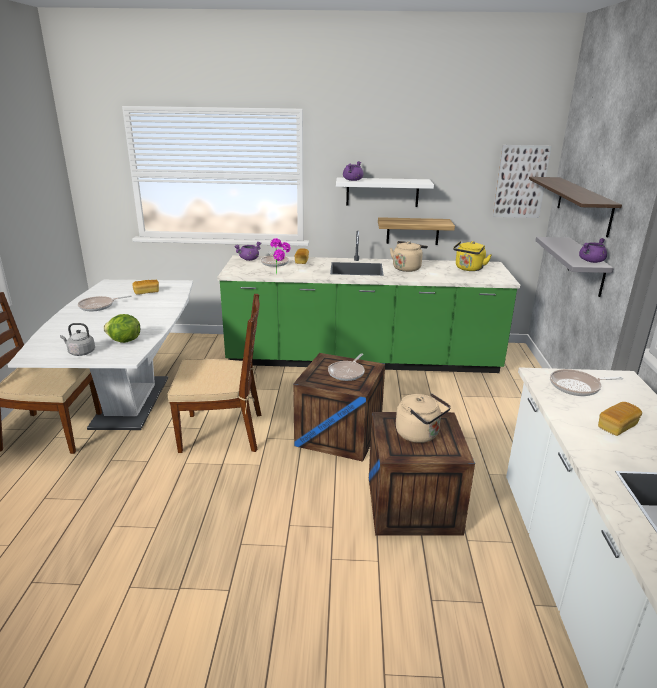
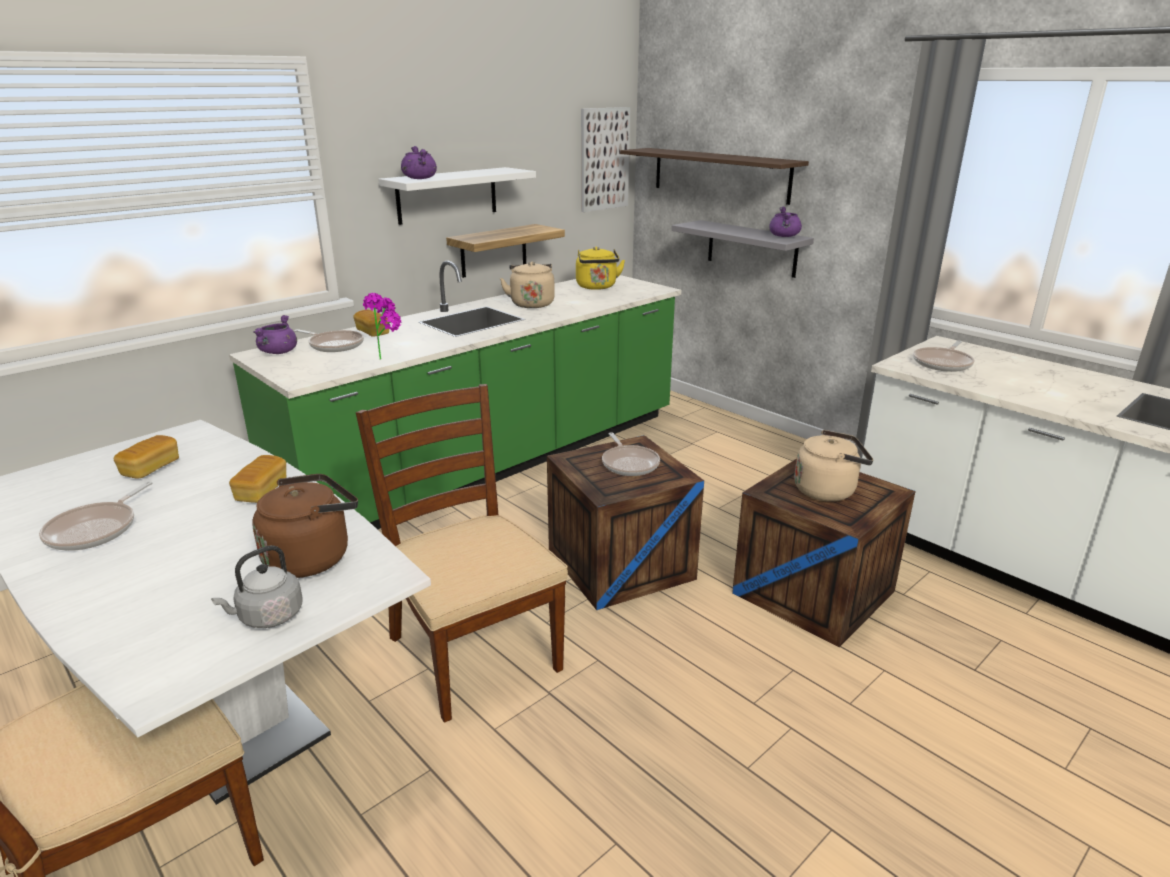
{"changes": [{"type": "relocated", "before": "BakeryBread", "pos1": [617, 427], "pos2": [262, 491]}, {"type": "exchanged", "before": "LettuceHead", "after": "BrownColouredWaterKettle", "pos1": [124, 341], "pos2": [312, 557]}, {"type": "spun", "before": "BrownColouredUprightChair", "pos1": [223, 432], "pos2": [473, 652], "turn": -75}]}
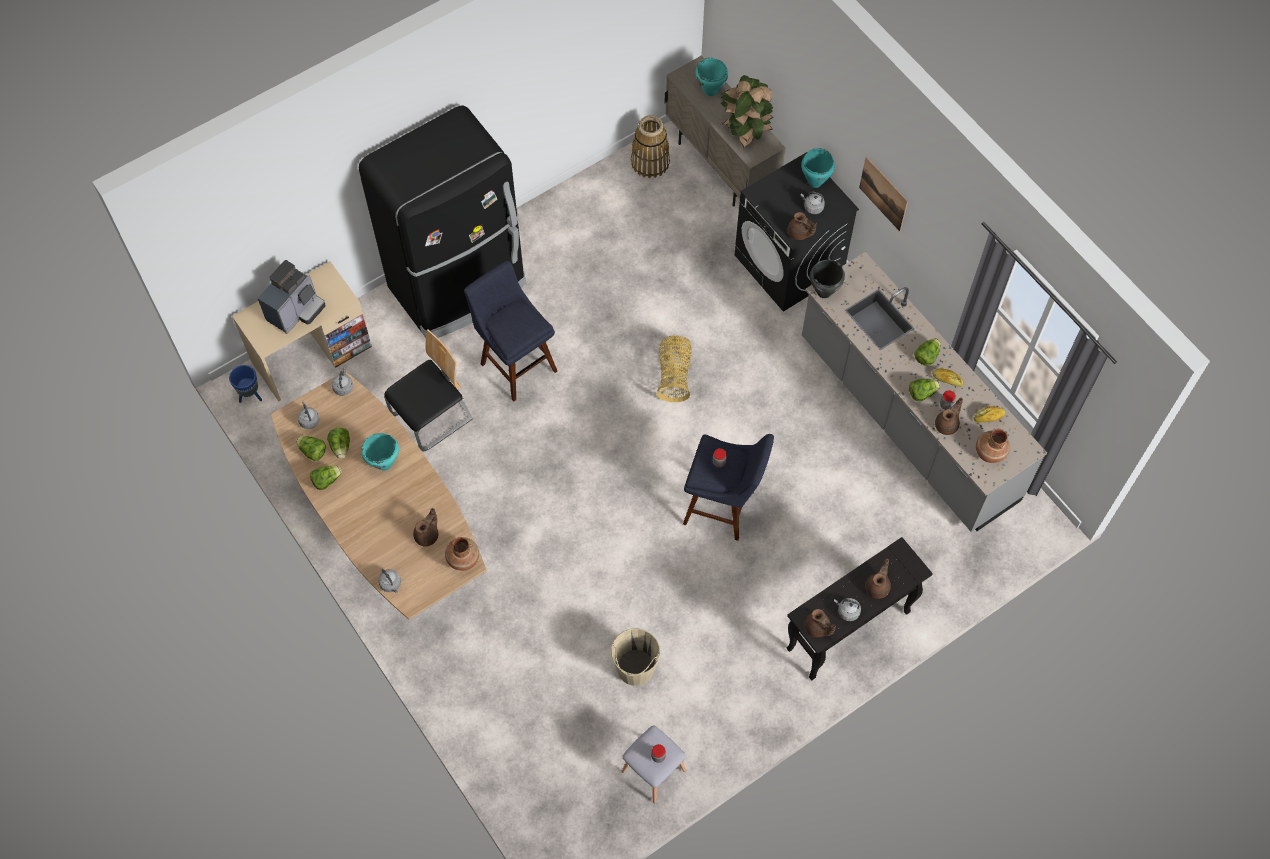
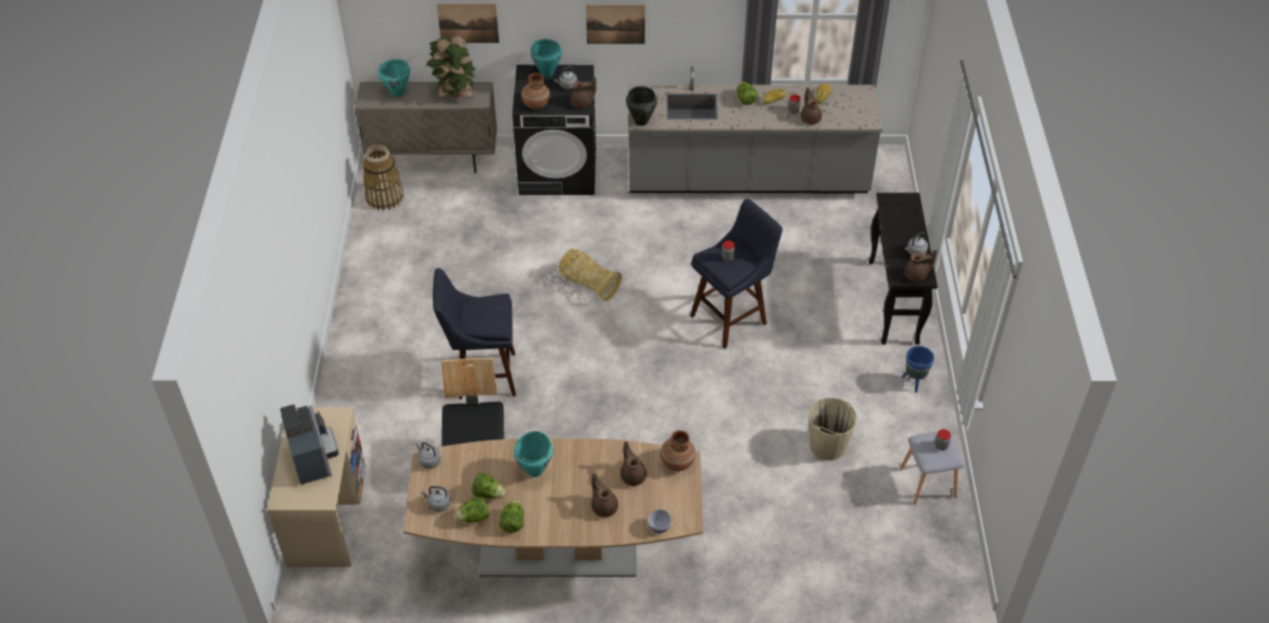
{"changes": [{"type": "missing", "before": "BlackFridge", "pos1": [459, 287]}, {"type": "missing", "before": "LettuceHead", "pos1": [922, 393]}, {"type": "appeared", "after": "WallPicture", "pos2": [468, 23]}, {"type": "relocated", "before": "BluishFlowerPot", "pos1": [250, 396], "pos2": [914, 382]}, {"type": "relocated", "before": "BrownColouredTeaPot", "pos1": [878, 587], "pos2": [604, 506]}, {"type": "relocated", "before": "BrownColouredFlowerVase", "pos1": [989, 452], "pos2": [535, 104]}, {"type": "exchanged", "before": "GreyishWaterKettle", "after": "Bowl", "pos1": [391, 584], "pos2": [659, 527]}]}
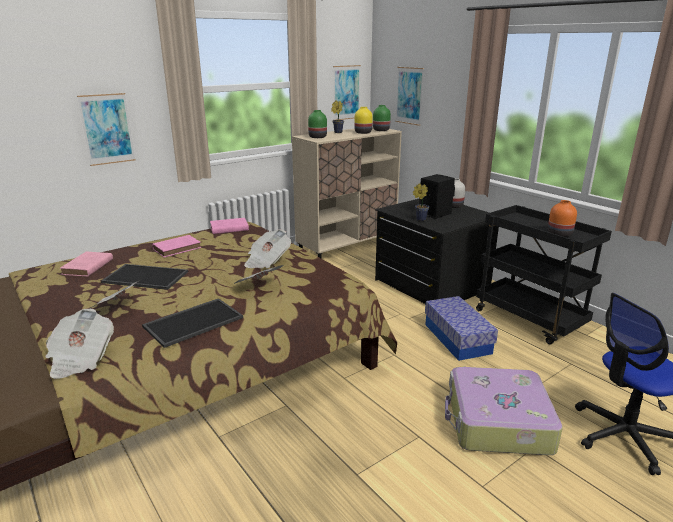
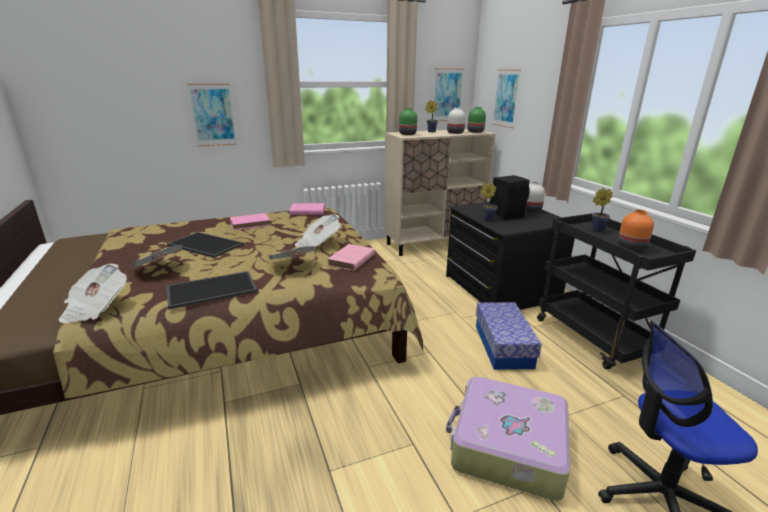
{"changes": [{"type": "appeared", "after": "PottedPlant", "pos2": [596, 230]}, {"type": "relocated", "before": "PinkBoundBook", "pos1": [87, 267], "pos2": [350, 260]}, {"type": "colour", "before": "YellowishFlowerVase", "after": "WhiteFlowerVase", "pos1": [362, 132], "pos2": [455, 133]}]}
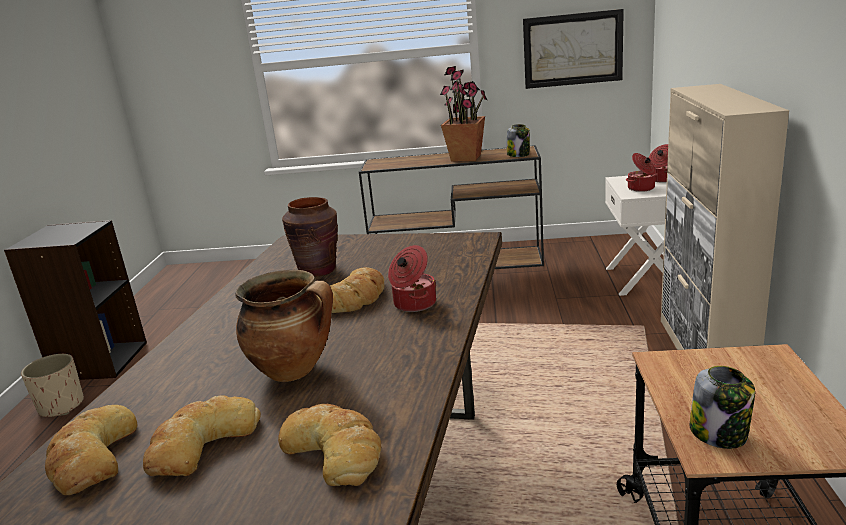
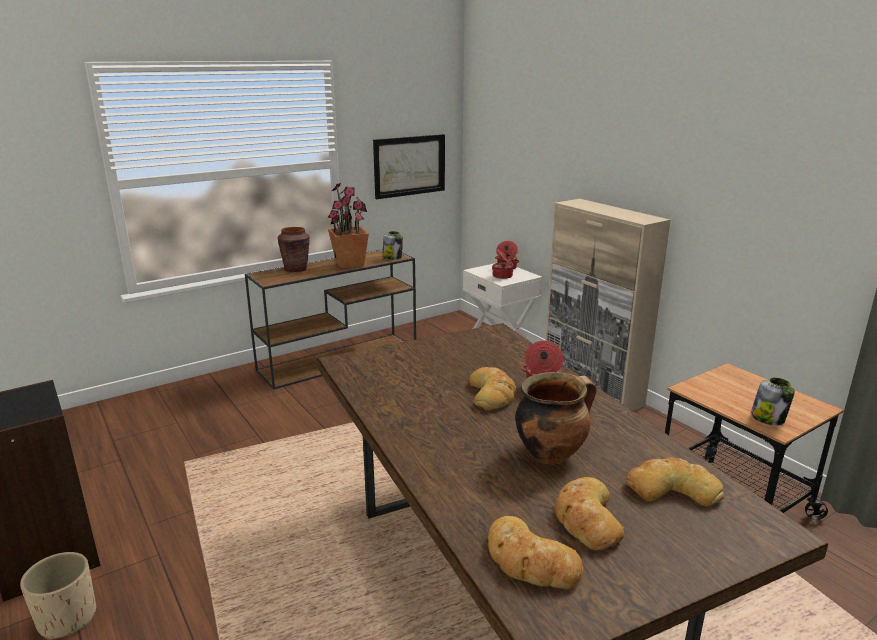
{"changes": [{"type": "relocated", "before": "BrownColouredFlowerVase", "pos1": [318, 270], "pos2": [296, 269]}]}
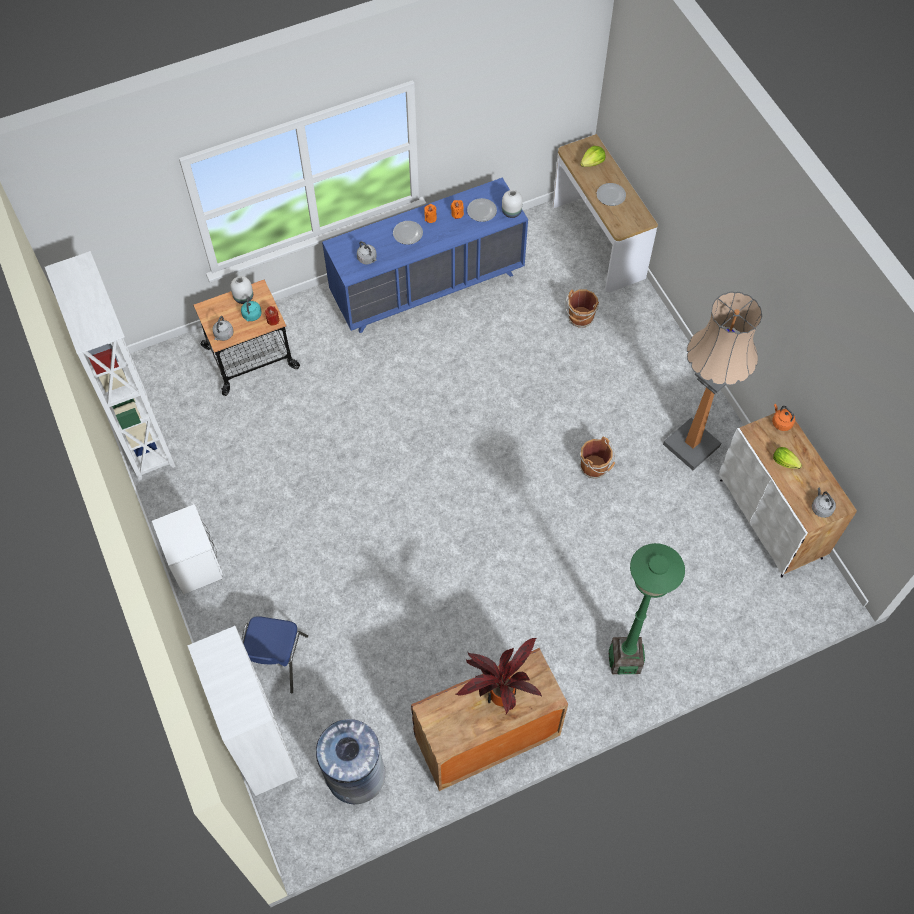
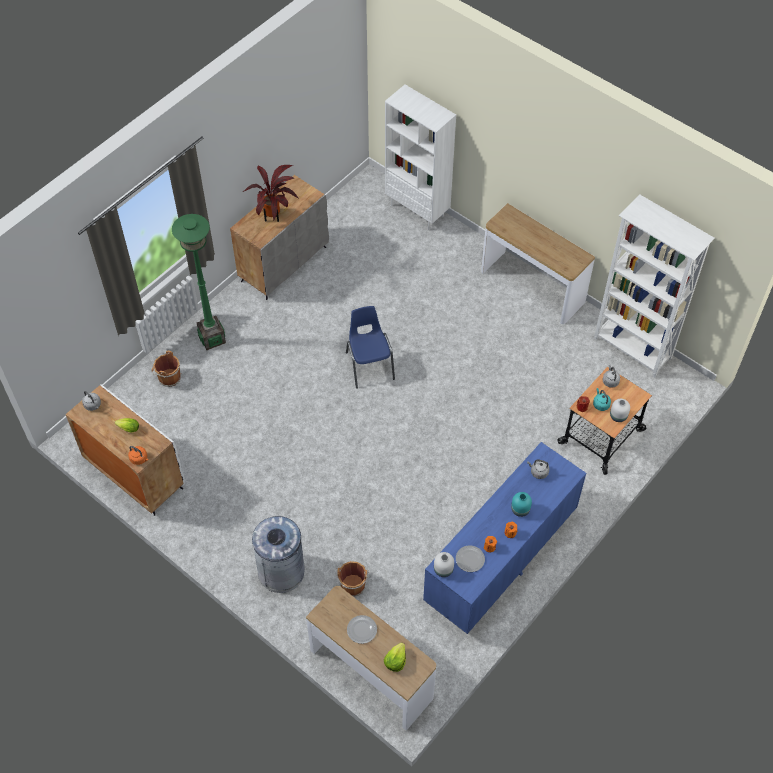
{"changes": [{"type": "missing", "before": "StandingLamp", "pos1": [691, 445]}, {"type": "relocated", "before": "BluishUprightChair", "pos1": [274, 661], "pos2": [369, 365]}, {"type": "relocated", "before": "GreyishRubbishBin", "pos1": [355, 775], "pos2": [281, 571]}, {"type": "relocated", "before": "BrownColouredPail", "pos1": [595, 467], "pos2": [168, 378]}, {"type": "exchanged", "before": "WhiteNightTable", "after": "NarrowTable", "pos1": [195, 563], "pos2": [532, 287]}, {"type": "exchanged", "before": "DinnerPlate", "after": "TurquoiseFlowerVase", "pos1": [407, 233], "pos2": [520, 510]}, {"type": "colour", "before": "BrownColouredCupboard", "after": "GreyishCupboard", "pos1": [486, 740], "pos2": [284, 263]}]}
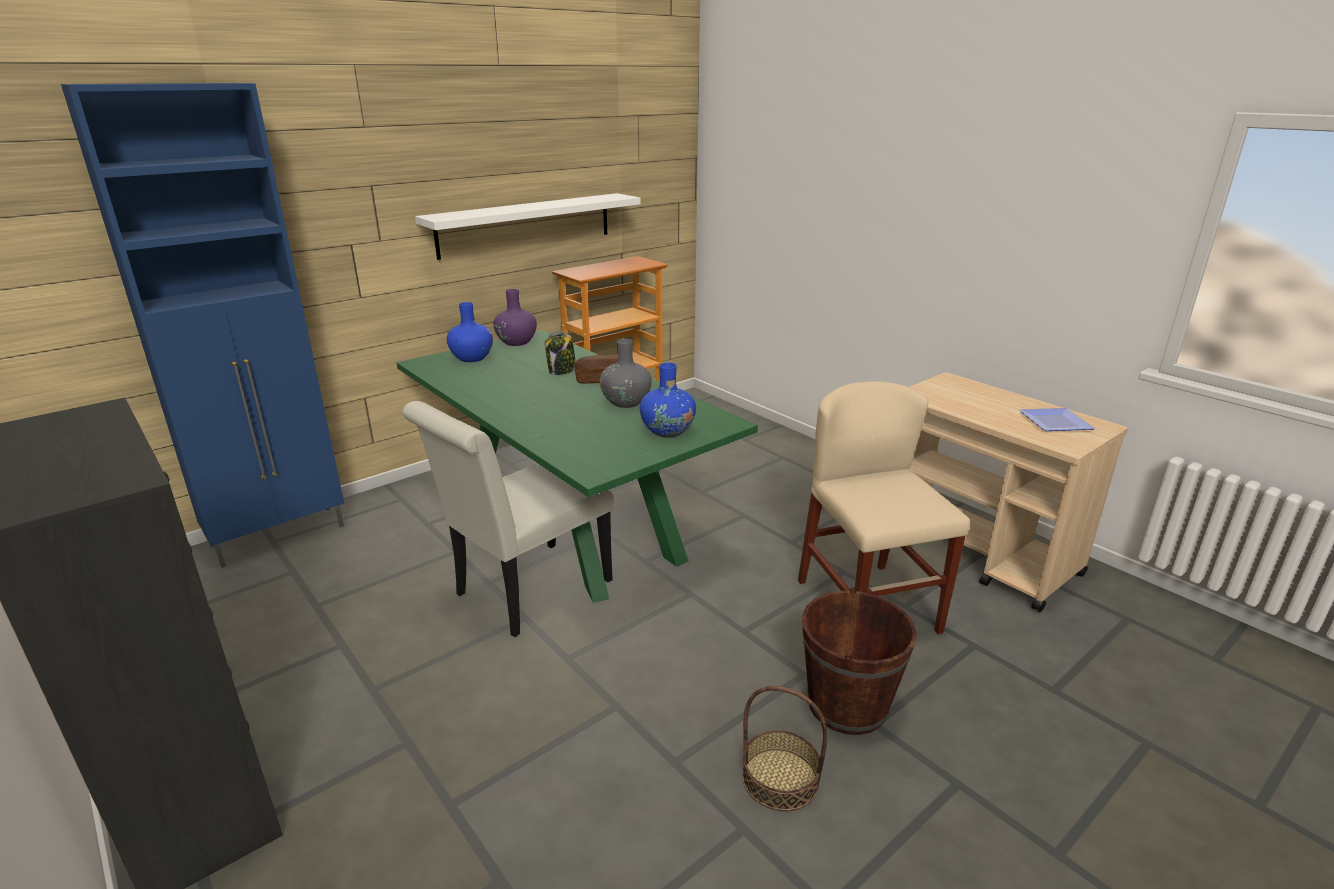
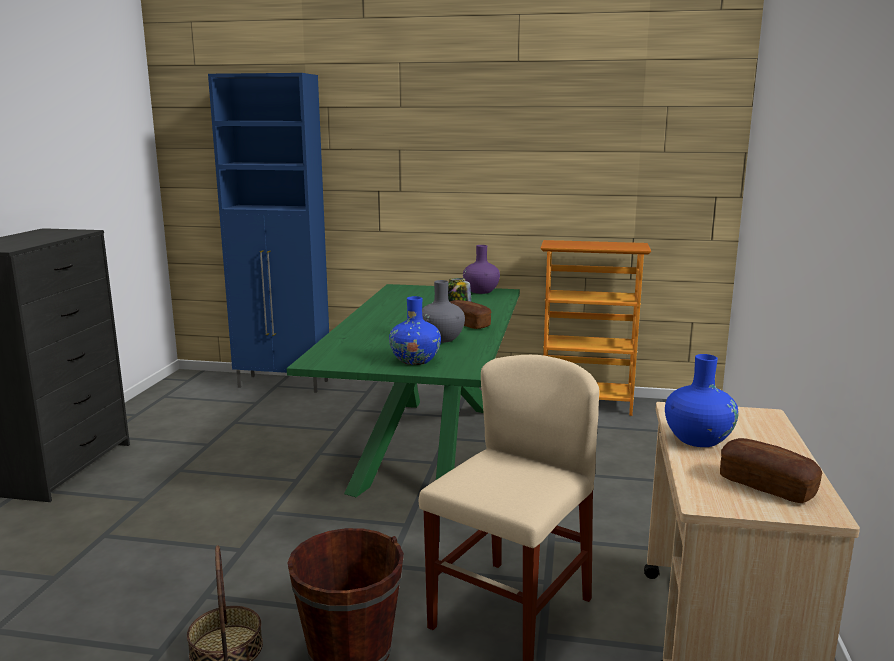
{"changes": [{"type": "missing", "before": "WhiteUprightChair", "pos1": [526, 592]}, {"type": "missing", "before": "WhiteBracketShelf", "pos1": [526, 225]}, {"type": "relocated", "before": "BluishFlowerVase", "pos1": [472, 358], "pos2": [698, 439]}, {"type": "exchanged", "before": "DinnerPlate", "after": "BakeryBread", "pos1": [1058, 423], "pos2": [766, 486]}]}
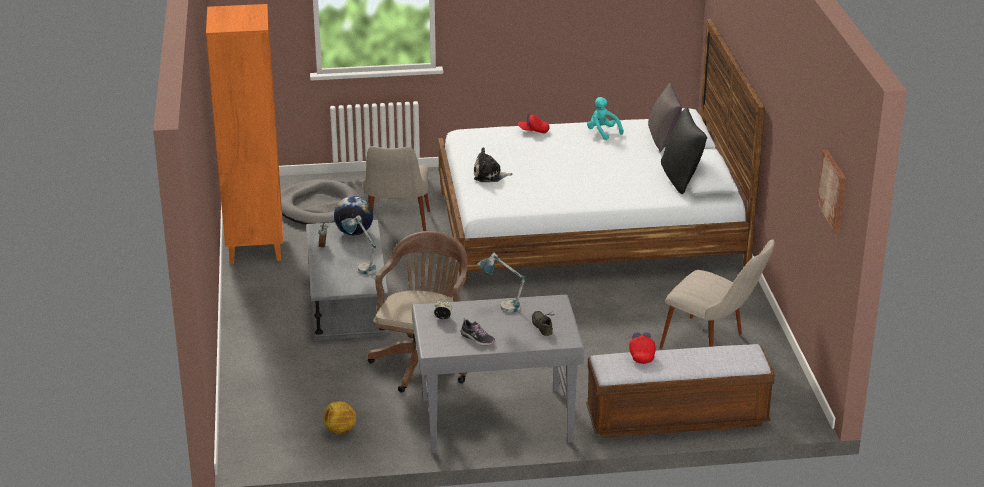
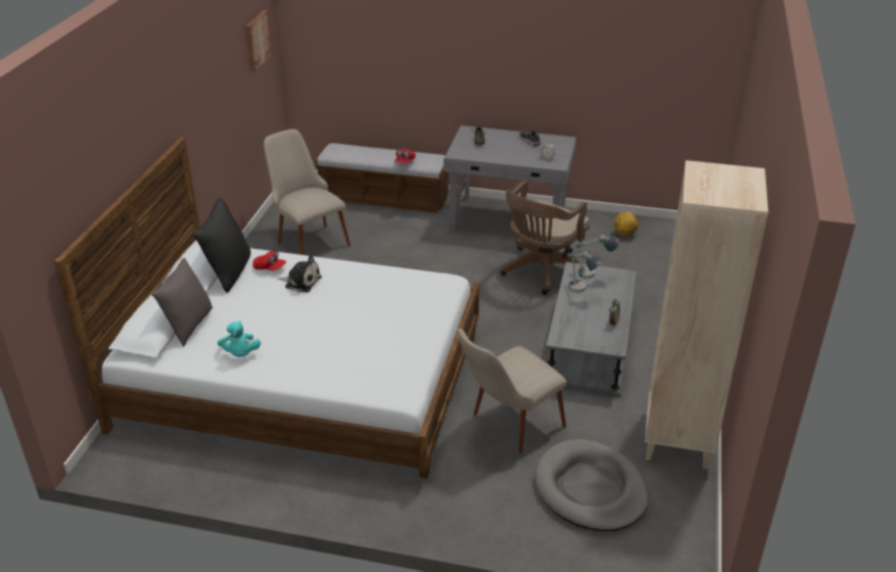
{"changes": [{"type": "missing", "before": "DeskGlobe", "pos1": [354, 232]}, {"type": "relocated", "before": "SoftToy", "pos1": [489, 175], "pos2": [301, 282]}, {"type": "relocated", "before": "LampForATable", "pos1": [501, 307], "pos2": [594, 275]}, {"type": "relocated", "before": "RedColouredCap", "pos1": [533, 131], "pos2": [270, 268]}, {"type": "colour", "before": "OrangeColouredShelvingUnit", "after": "BeigeColouredShelvingUnit", "pos1": [254, 246], "pos2": [678, 439]}, {"type": "spun", "before": "BeigeColouredUprightChair", "pos1": [397, 229], "pos2": [507, 427], "turn": -150}]}
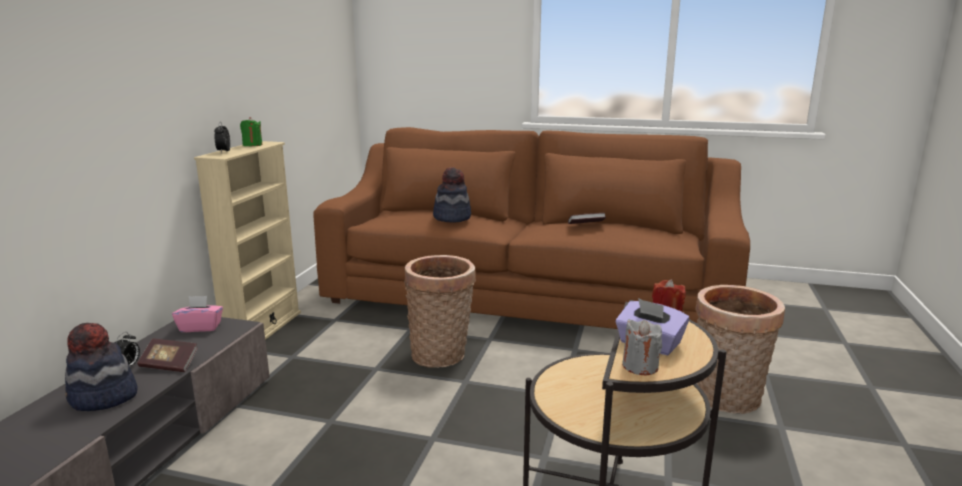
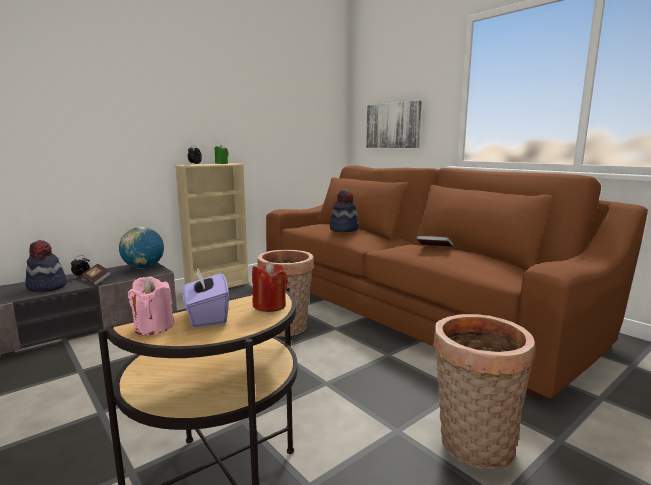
{"changes": [{"type": "appeared", "after": "WallPicture", "pos2": [393, 125]}, {"type": "exchanged", "before": "PinkBoxOfTissues", "after": "DeskGlobe", "pos1": [200, 327], "pos2": [143, 267]}, {"type": "colour", "before": "GreyishWaxCandle", "after": "PinkWaxCandle", "pos1": [640, 366], "pos2": [153, 327]}]}
